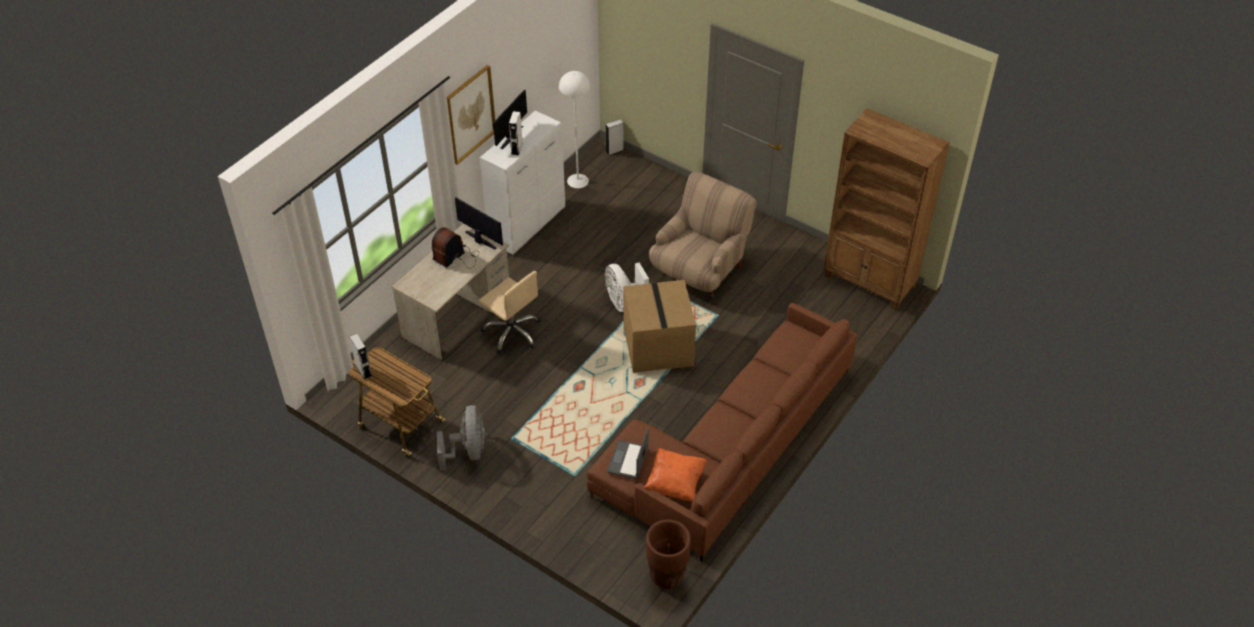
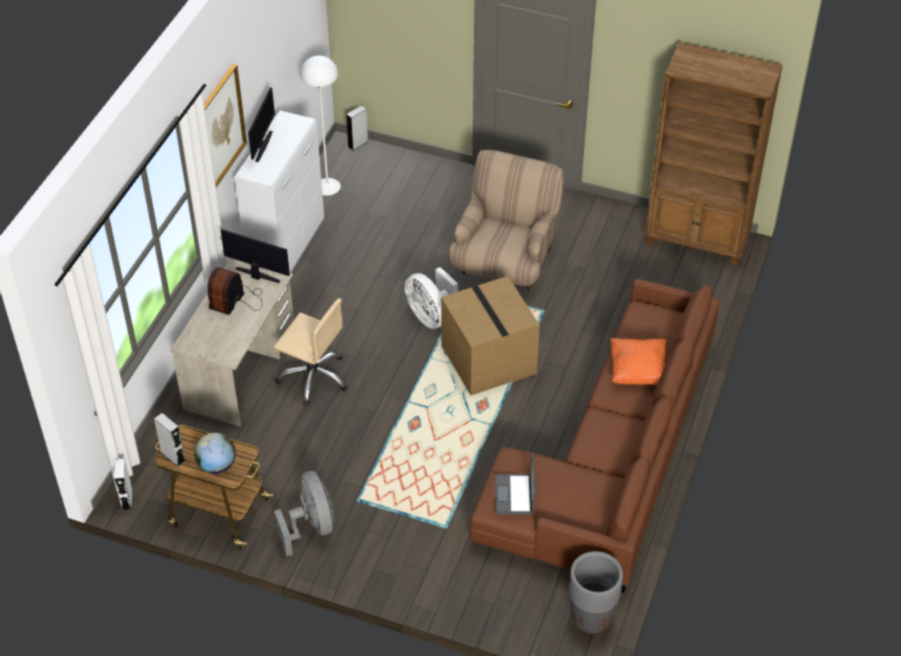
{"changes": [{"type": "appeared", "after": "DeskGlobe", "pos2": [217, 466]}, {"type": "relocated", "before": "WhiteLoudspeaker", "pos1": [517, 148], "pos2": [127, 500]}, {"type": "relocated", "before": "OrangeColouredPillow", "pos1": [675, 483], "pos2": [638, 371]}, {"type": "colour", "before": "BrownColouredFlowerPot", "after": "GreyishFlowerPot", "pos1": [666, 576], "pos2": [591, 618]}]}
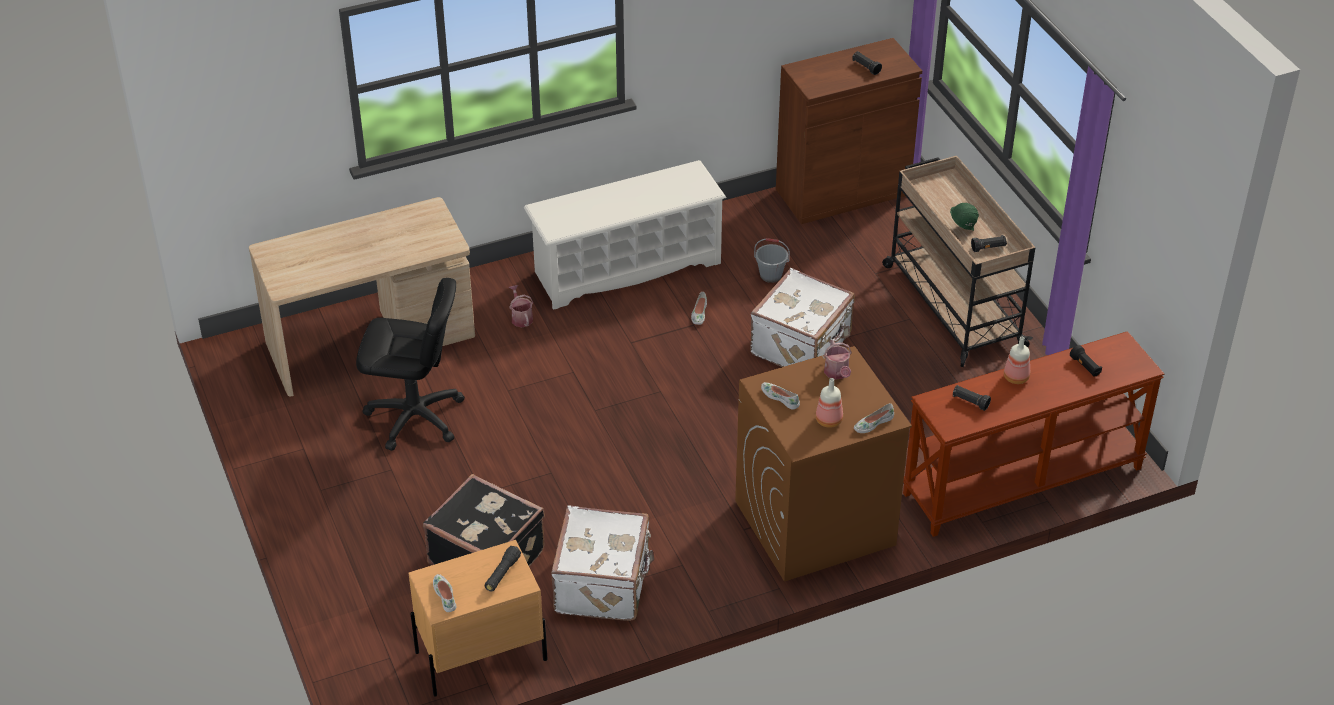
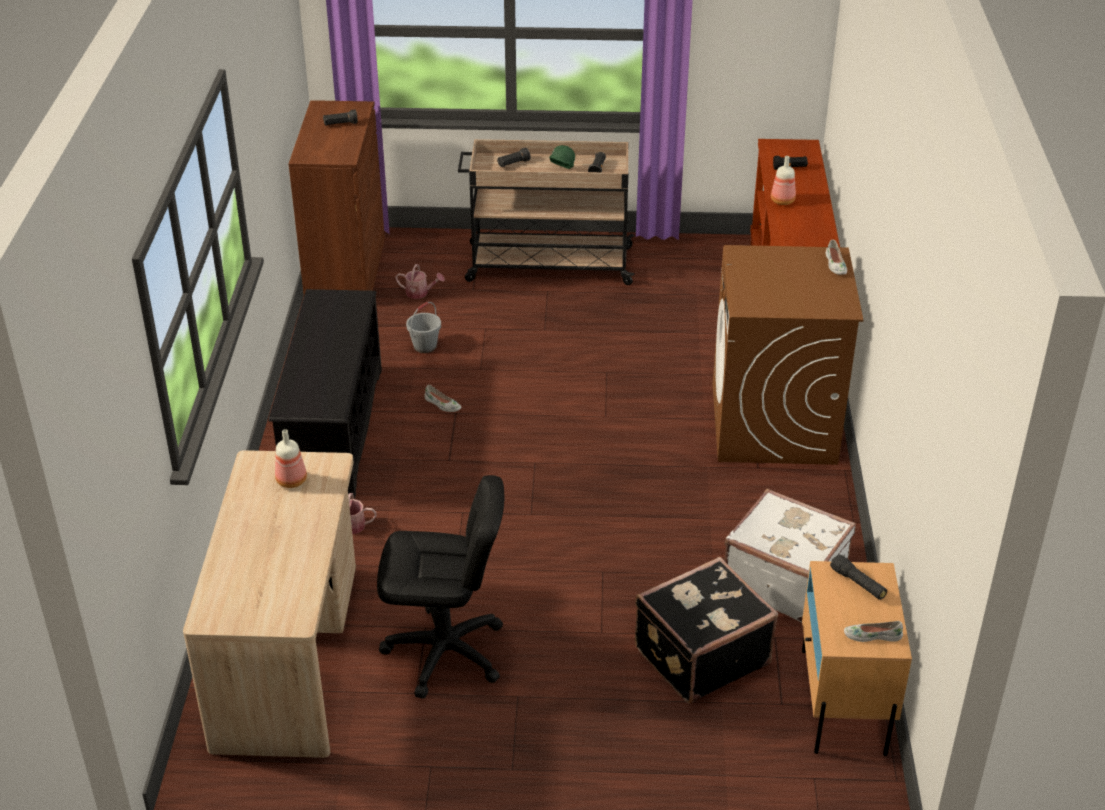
{"changes": [{"type": "missing", "before": "WhiteTravelCase", "pos1": [802, 345]}, {"type": "missing", "before": "WhiteLowShoe", "pos1": [780, 398]}, {"type": "relocated", "before": "BeverageBottle", "pos1": [829, 420], "pos2": [292, 480]}, {"type": "relocated", "before": "WateringPot", "pos1": [837, 373], "pos2": [420, 293]}, {"type": "relocated", "before": "BlackFlashlight", "pos1": [970, 402], "pos2": [513, 164]}, {"type": "colour", "before": "WhiteShoeShelf", "after": "BlackShoeShelf", "pos1": [626, 267], "pos2": [333, 429]}, {"type": "spun", "before": "BlackDeskChair", "pos1": [415, 417], "pos2": [445, 652], "turn": 60}]}
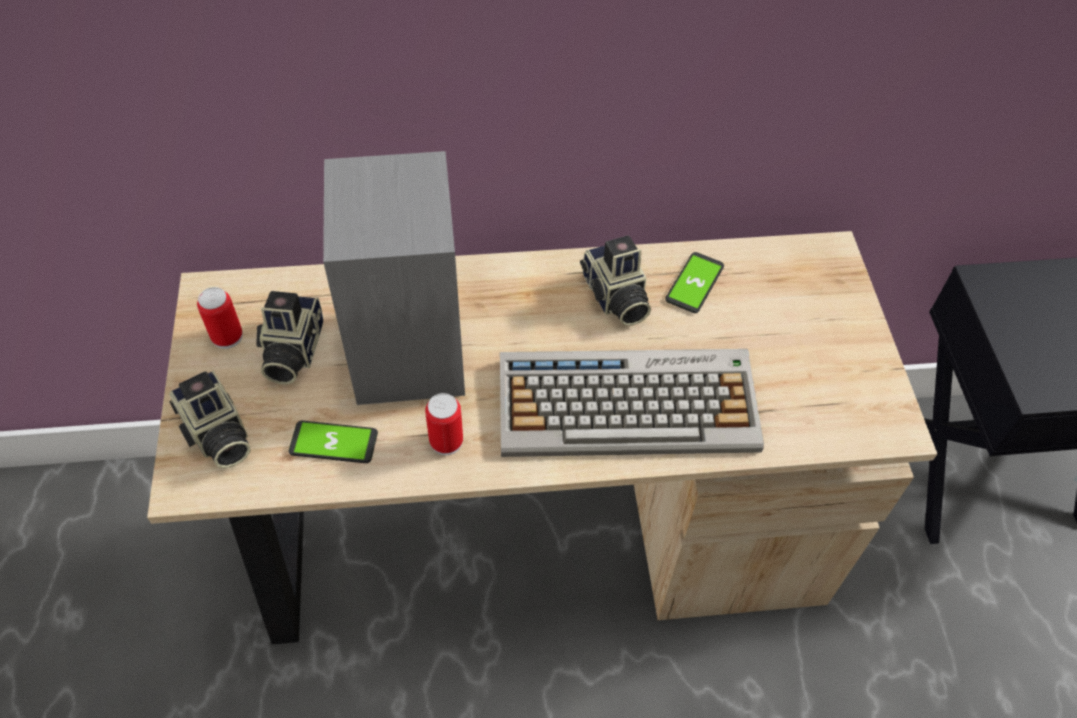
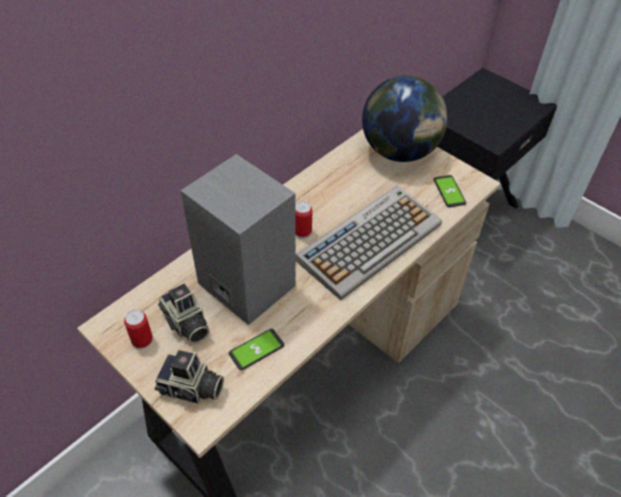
{"changes": [{"type": "missing", "before": "PhotoCamera", "pos1": [614, 298]}, {"type": "appeared", "after": "DeskGlobe", "pos2": [400, 151]}, {"type": "relocated", "before": "MetalCan", "pos1": [446, 441], "pos2": [302, 232]}, {"type": "relocated", "before": "Phone", "pos1": [694, 283], "pos2": [449, 191]}]}
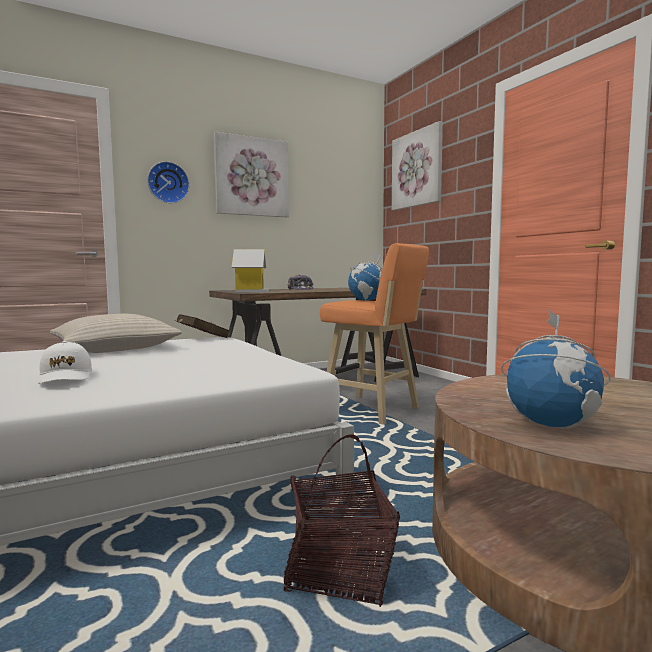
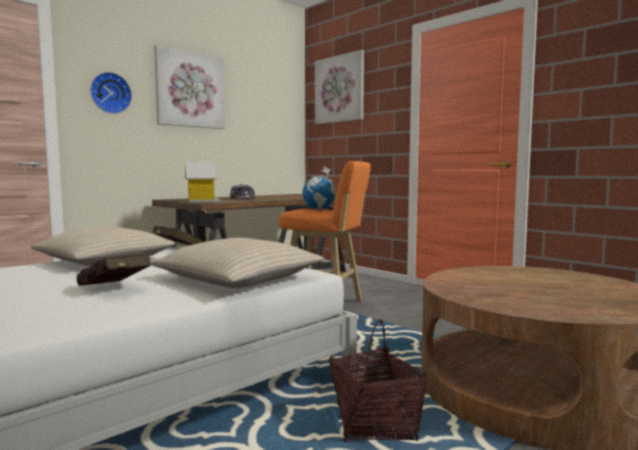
{"changes": [{"type": "missing", "before": "DeskGlobe", "pos1": [552, 424]}, {"type": "appeared", "after": "BeigeColouredPillow", "pos2": [239, 280]}, {"type": "exchanged", "before": "WhiteCap", "after": "RedColouredBoundBook", "pos1": [66, 376], "pos2": [115, 289]}]}
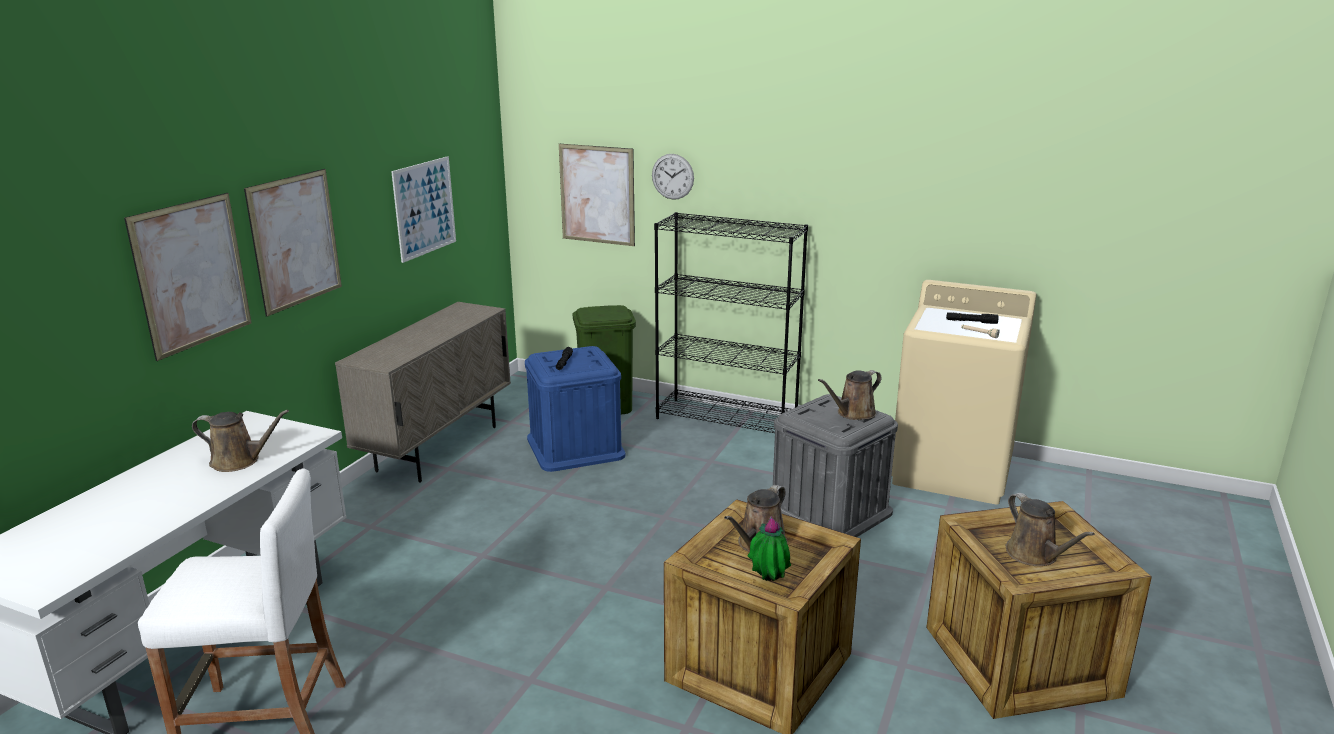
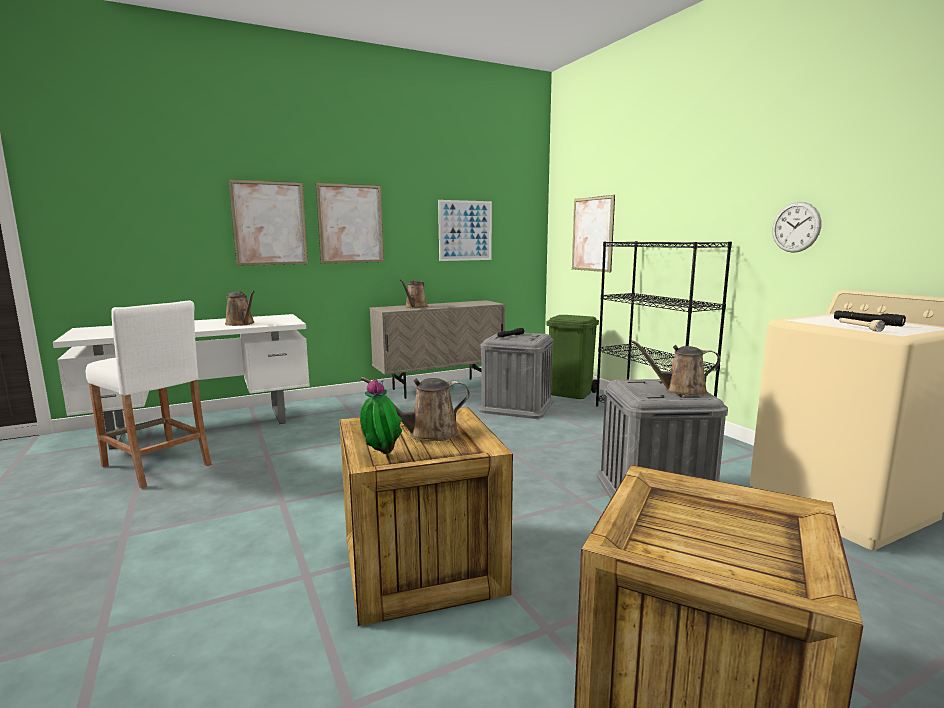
{"changes": [{"type": "relocated", "before": "ClockOnTheWall", "pos1": [672, 176], "pos2": [796, 227]}, {"type": "relocated", "before": "BrownColouredWateringPot", "pos1": [1035, 555], "pos2": [415, 307]}, {"type": "colour", "before": "BluishStorageBin", "after": "GreyishStorageBin", "pos1": [575, 447], "pos2": [516, 406]}]}
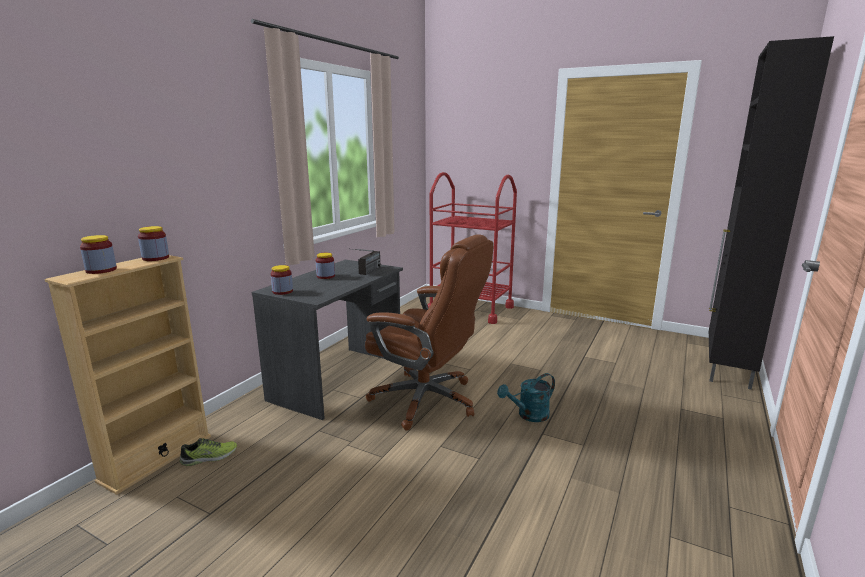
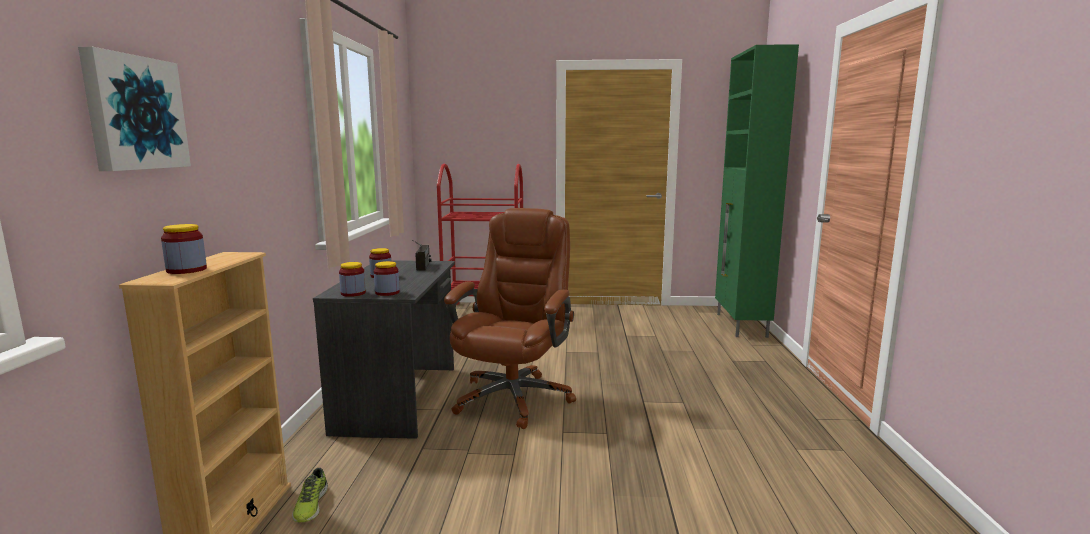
{"changes": [{"type": "missing", "before": "TurquoiseWateringPot", "pos1": [529, 415]}, {"type": "appeared", "after": "WallPicture", "pos2": [134, 113]}, {"type": "relocated", "before": "PreserveJar", "pos1": [155, 258], "pos2": [387, 292]}, {"type": "colour", "before": "BlackCupboard", "after": "GreenishCupboard", "pos1": [727, 368], "pos2": [740, 325]}, {"type": "spun", "before": "LowShoe", "pos1": [209, 457], "pos2": [310, 505], "turn": 135}, {"type": "spun", "before": "BrownColouredDeskChair", "pos1": [427, 400], "pos2": [514, 397], "turn": -75}]}
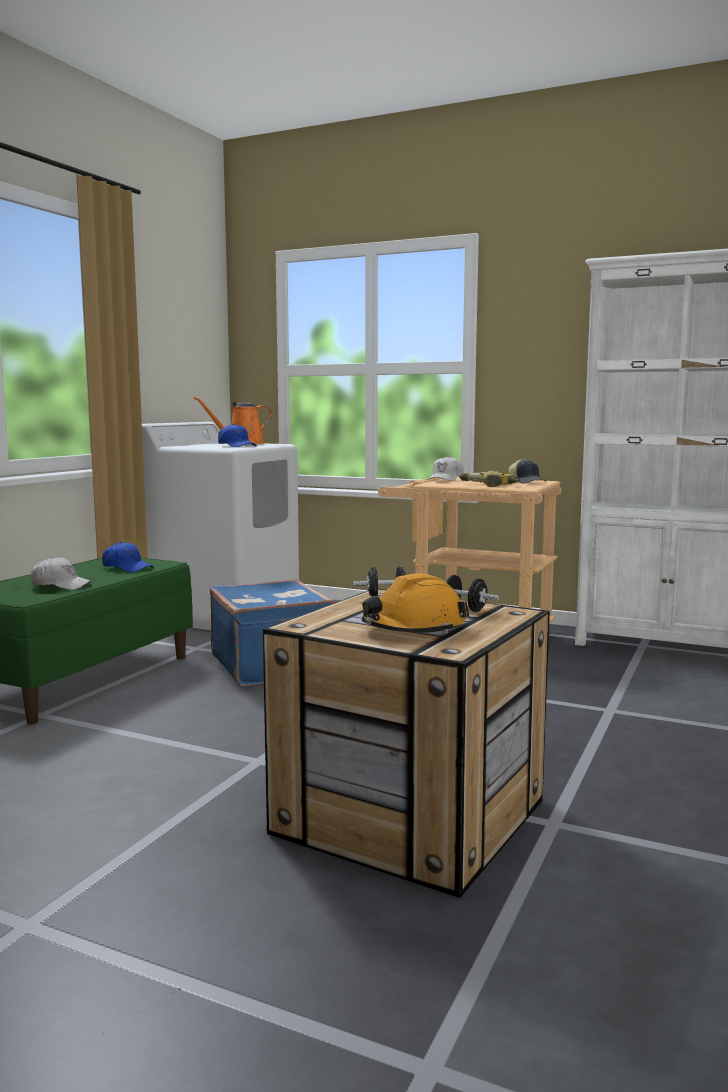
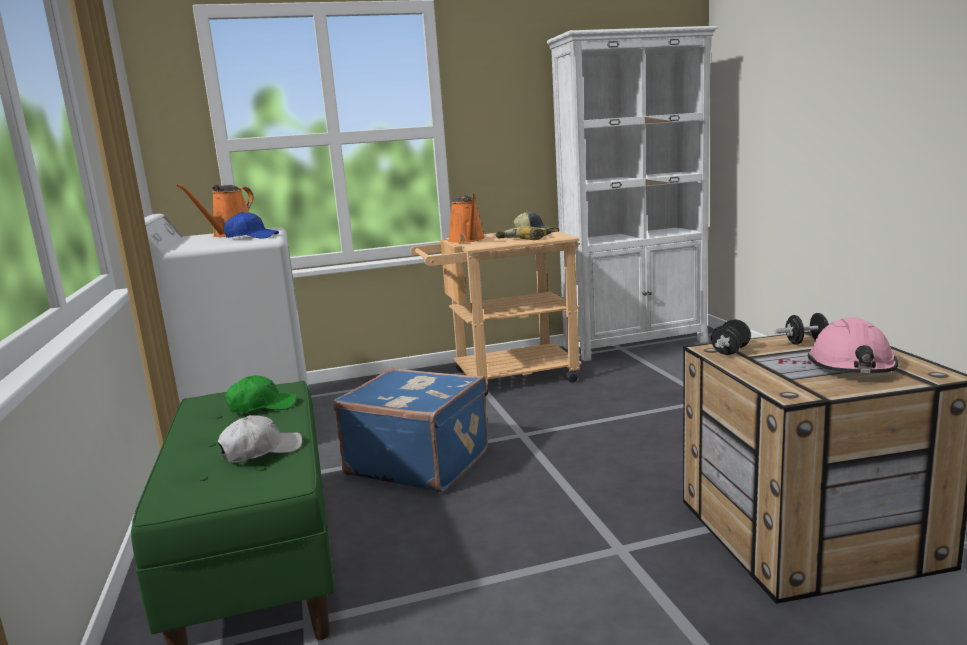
{"changes": [{"type": "exchanged", "before": "WhiteCap", "after": "OrangeColouredWateringPot", "pos1": [445, 479], "pos2": [467, 240]}, {"type": "colour", "before": "BluishCap", "after": "GreenishCap", "pos1": [127, 568], "pos2": [262, 406]}, {"type": "colour", "before": "OrangeColouredHardHat", "after": "PinkHardHat", "pos1": [414, 628], "pos2": [852, 367]}]}
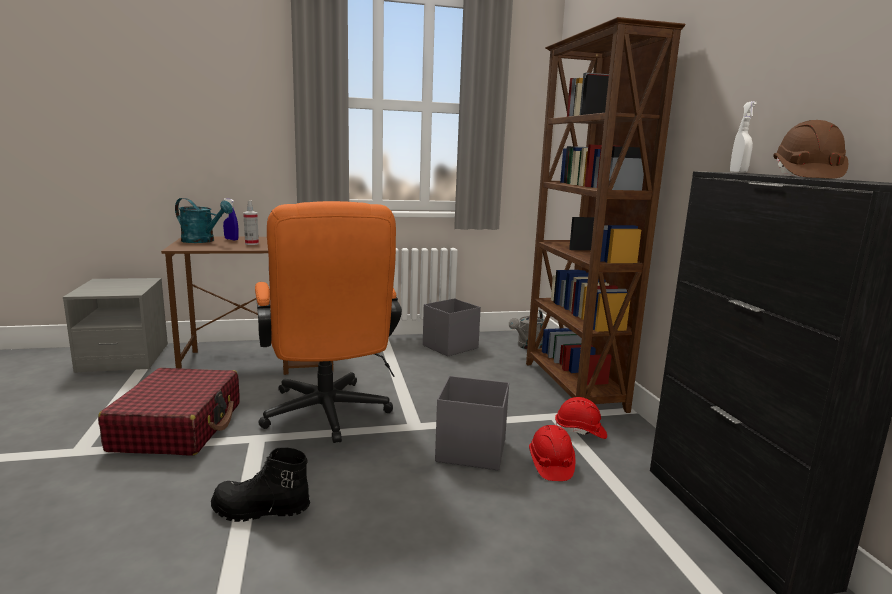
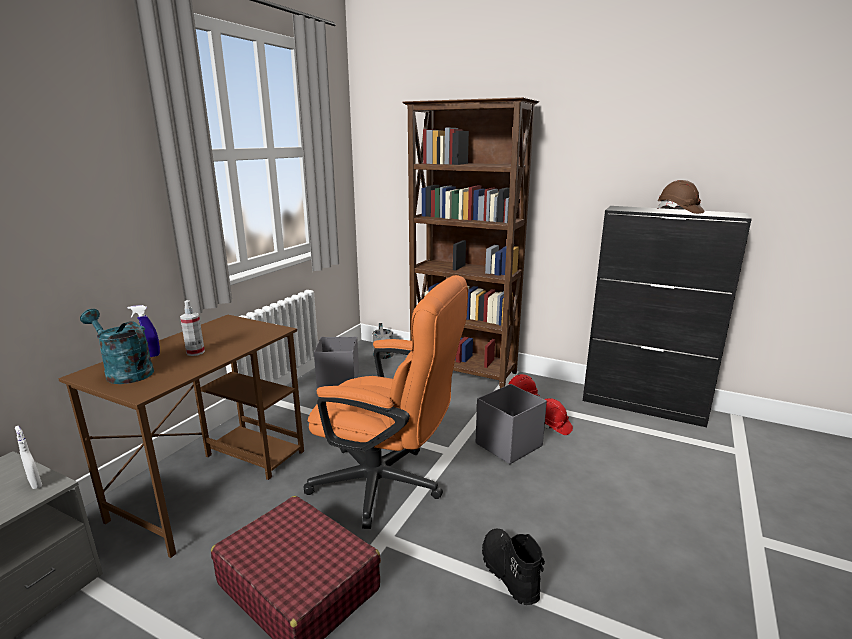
{"changes": [{"type": "relocated", "before": "WhiteSprayBottle", "pos1": [738, 173], "pos2": [35, 484]}, {"type": "spun", "before": "TurquoiseWateringPot", "pos1": [203, 241], "pos2": [124, 372], "turn": -120}, {"type": "spun", "before": "BlackBoot", "pos1": [260, 510], "pos2": [508, 573], "turn": 120}]}
